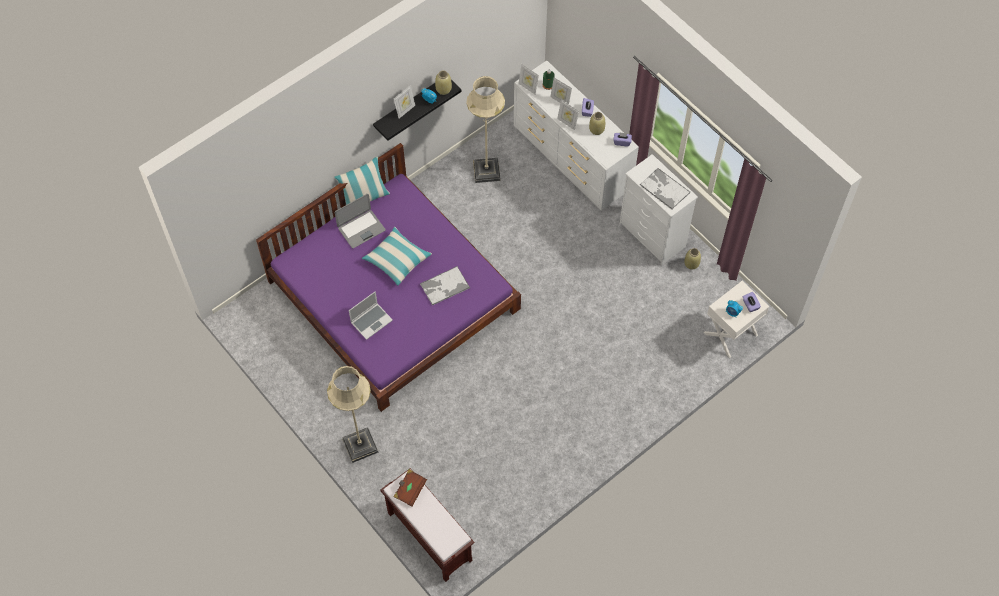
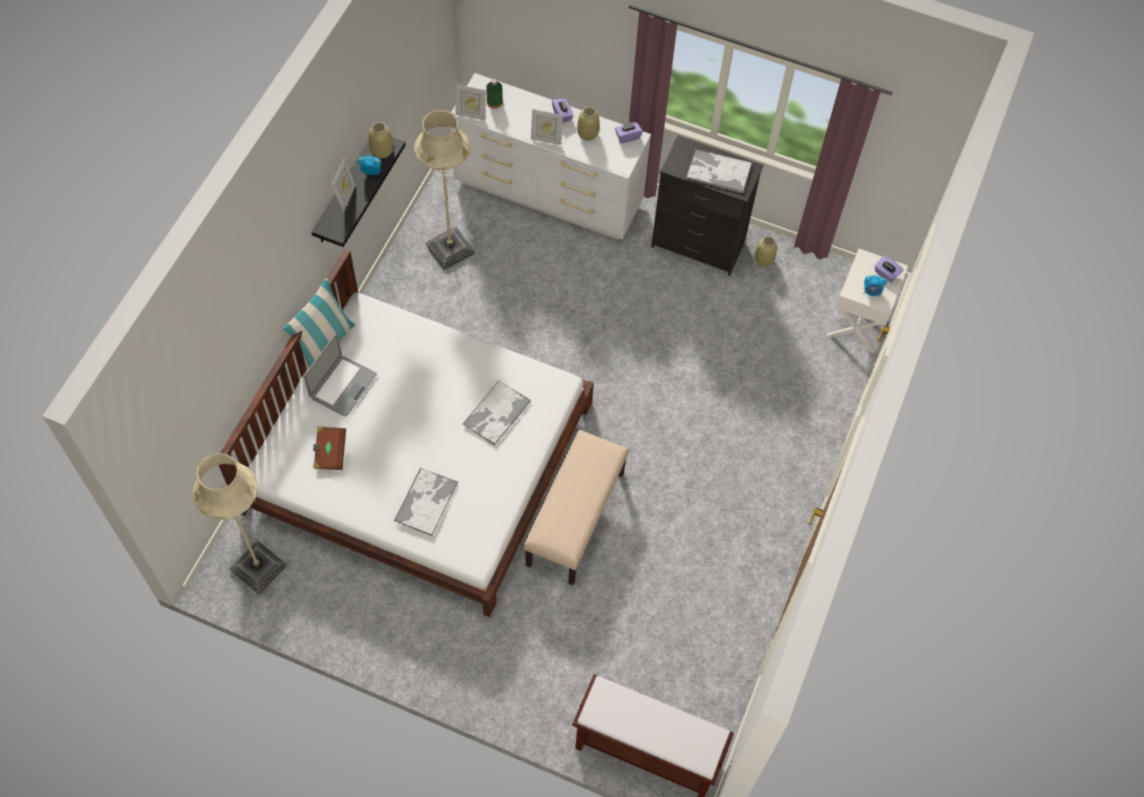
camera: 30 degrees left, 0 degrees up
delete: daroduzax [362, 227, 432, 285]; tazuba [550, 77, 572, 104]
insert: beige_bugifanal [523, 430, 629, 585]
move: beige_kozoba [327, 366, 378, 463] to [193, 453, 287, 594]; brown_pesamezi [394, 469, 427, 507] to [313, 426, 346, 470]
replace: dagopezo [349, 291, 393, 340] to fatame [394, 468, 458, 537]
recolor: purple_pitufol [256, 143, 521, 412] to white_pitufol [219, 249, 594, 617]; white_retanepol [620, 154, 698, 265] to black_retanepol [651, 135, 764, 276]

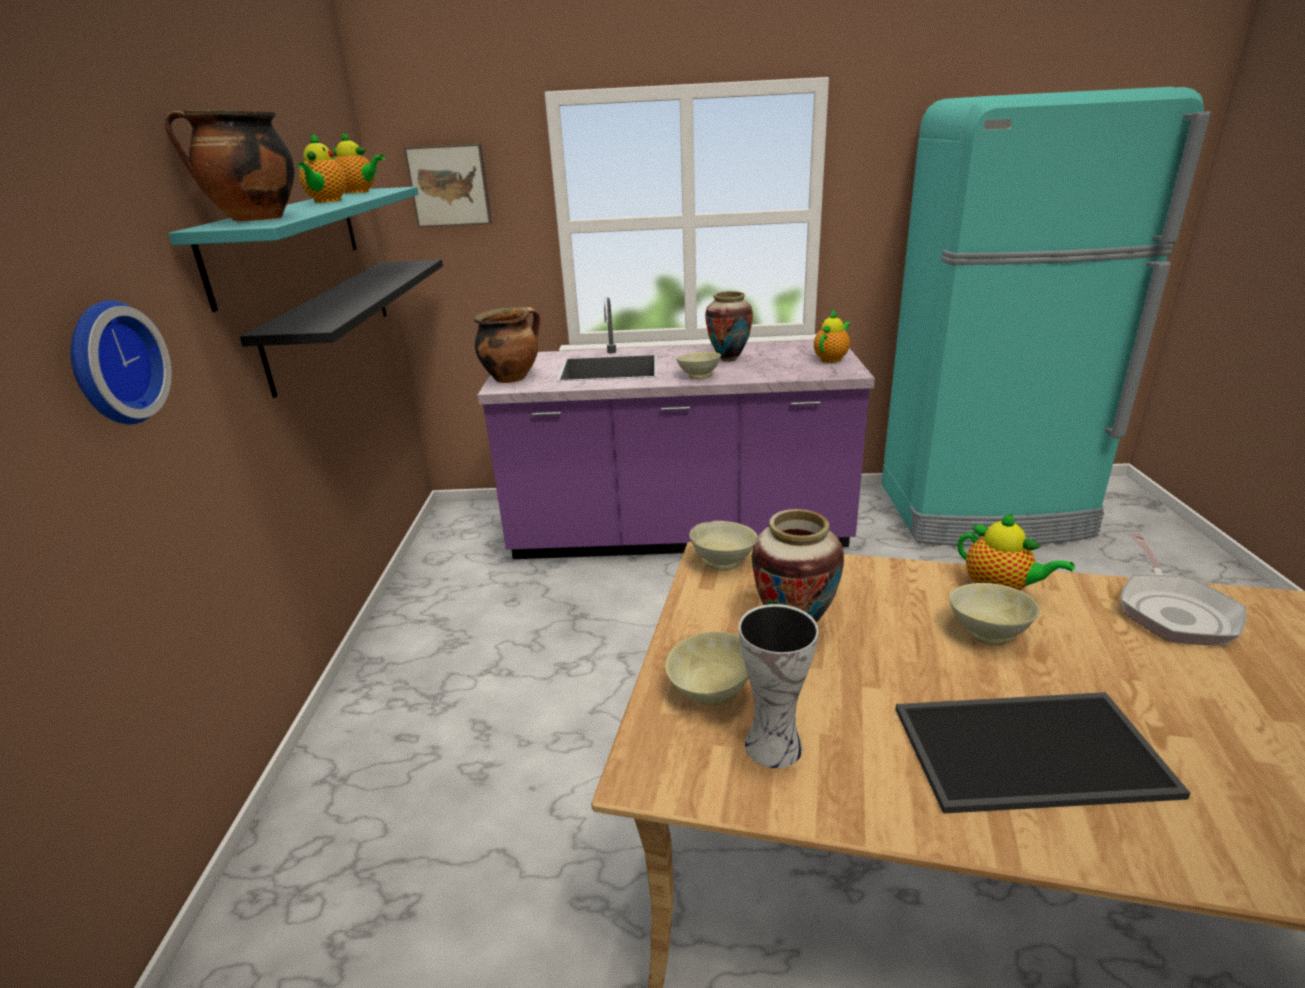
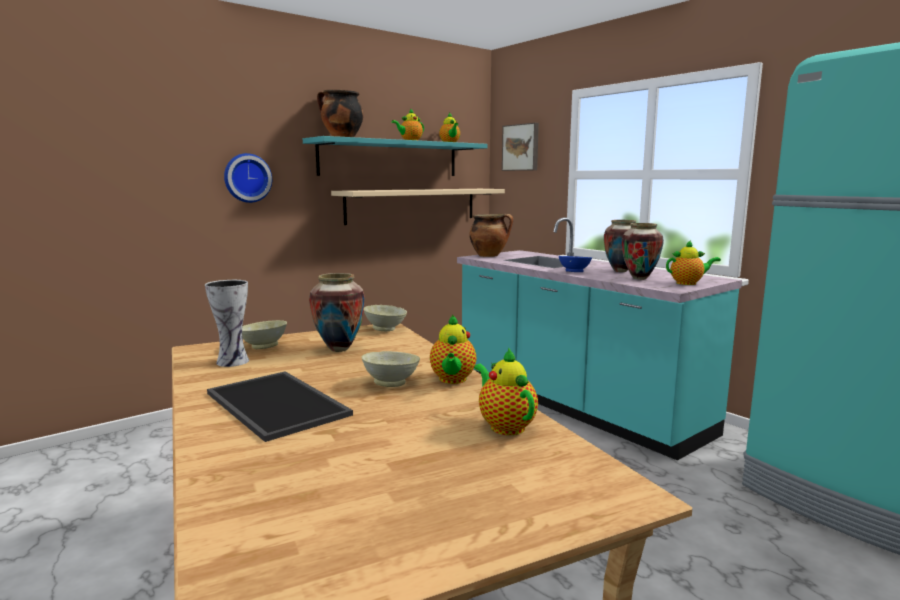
camera: 50 degrees right, 15 degrees down
insert: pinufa [622, 223, 664, 280]
replace: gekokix [1120, 533, 1247, 645] to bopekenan [474, 347, 538, 435]
recolor: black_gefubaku [240, 259, 443, 398] to beige_gefubaku [331, 189, 505, 225]; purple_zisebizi [478, 297, 875, 559] to turquoise_zisebizi [457, 217, 742, 461]; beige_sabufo [676, 352, 721, 379] to blue_sabufo [559, 256, 592, 272]

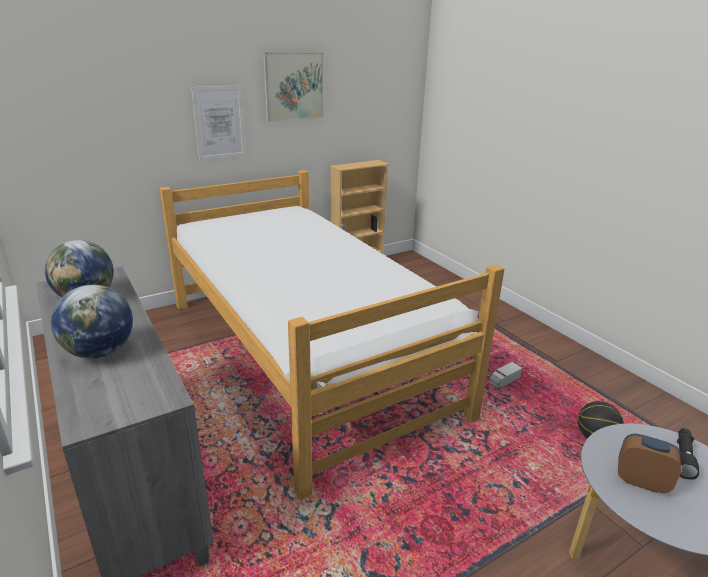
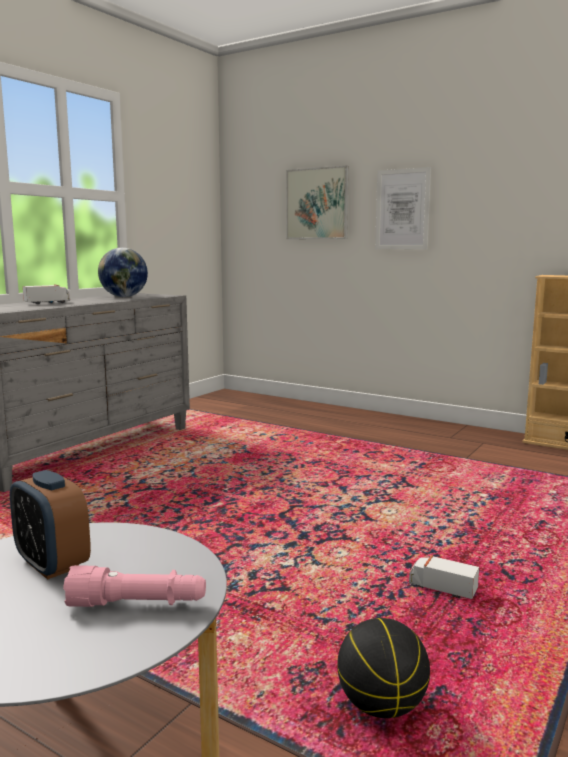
camera: 65 degrees right, 15 degrees down
delete: pitufol [159, 170, 504, 500]
move: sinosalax [263, 52, 324, 121] to [286, 166, 349, 239]
replace: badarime [51, 285, 133, 359] to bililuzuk [23, 285, 70, 304]
recolor: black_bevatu [677, 428, 699, 480] to pink_bevatu [63, 565, 206, 607]
rotate: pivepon [618, 433, 681, 493] = [10, 470, 91, 580] 135 degrees clockwise

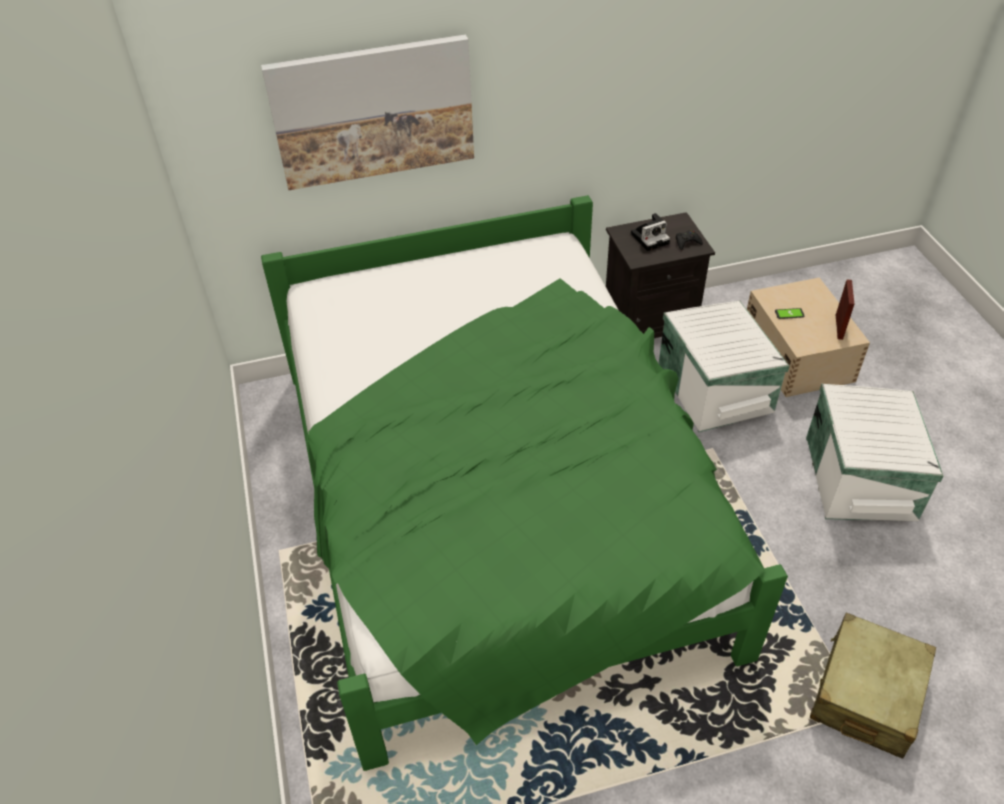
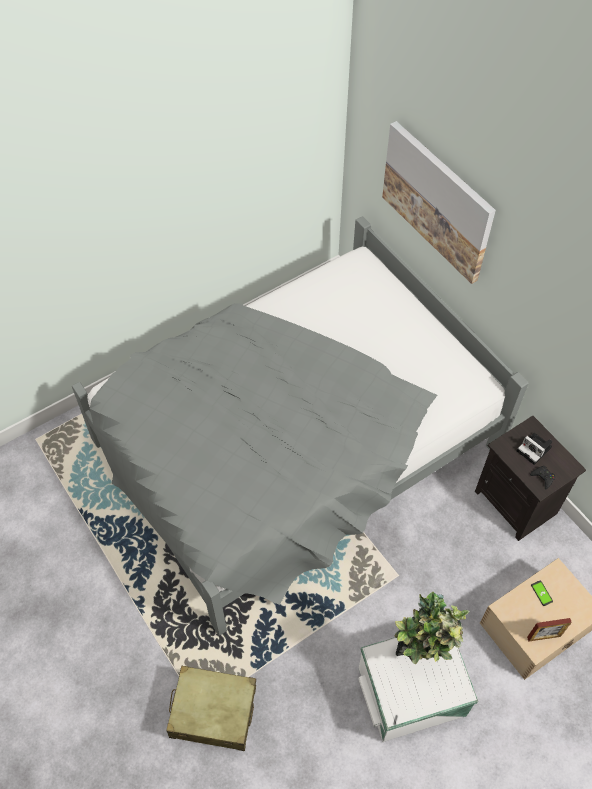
camera: 70 degrees right, 10 degrees up
delete: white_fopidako [658, 300, 789, 432]
insert: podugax [395, 592, 470, 664]
recolor: green_pitufol [261, 195, 788, 771] to grey_pitufol [72, 216, 529, 636]

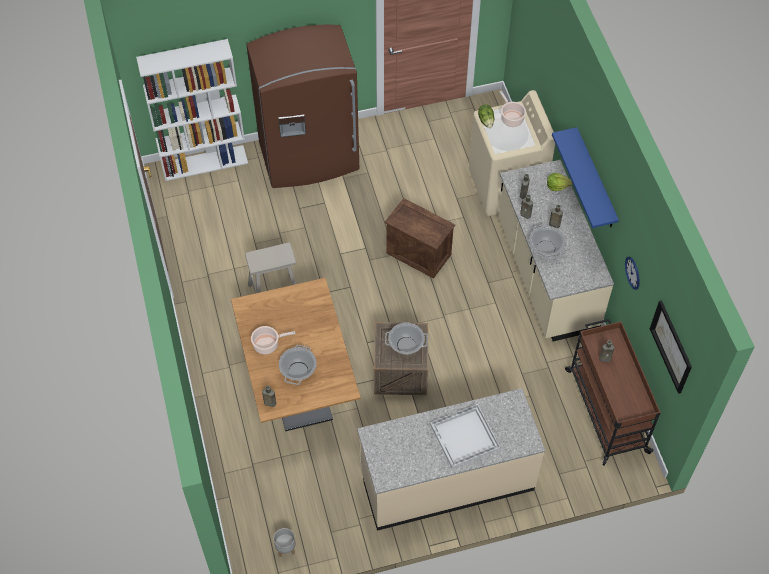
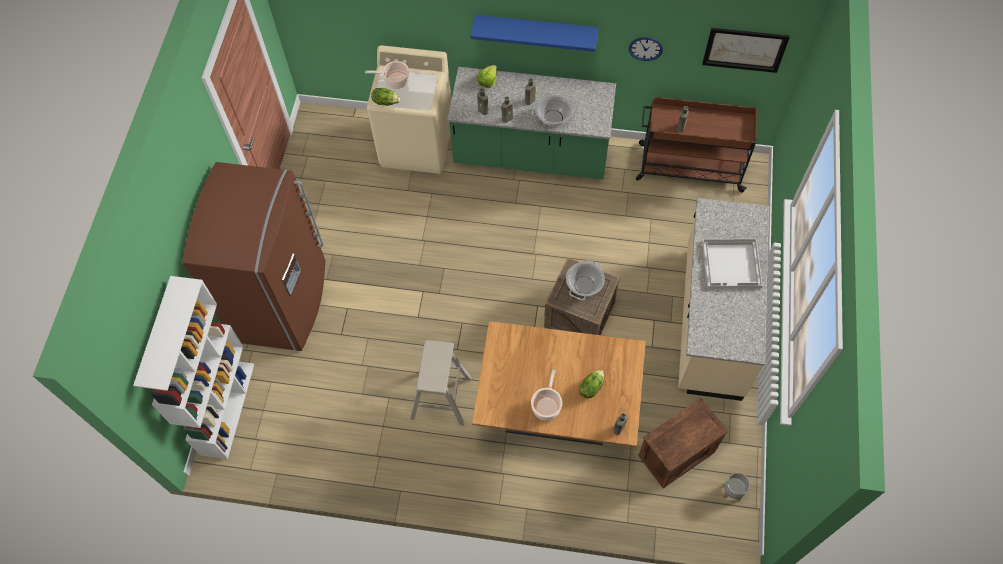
camera: 65 degrees left, 5 degrees up
move: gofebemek [385, 198, 455, 279] to [638, 398, 728, 488]
replace: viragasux [279, 345, 317, 385] to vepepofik [579, 370, 604, 398]
recolor: beige_zisebizi [498, 160, 614, 341] to green_zisebizi [447, 67, 616, 179]

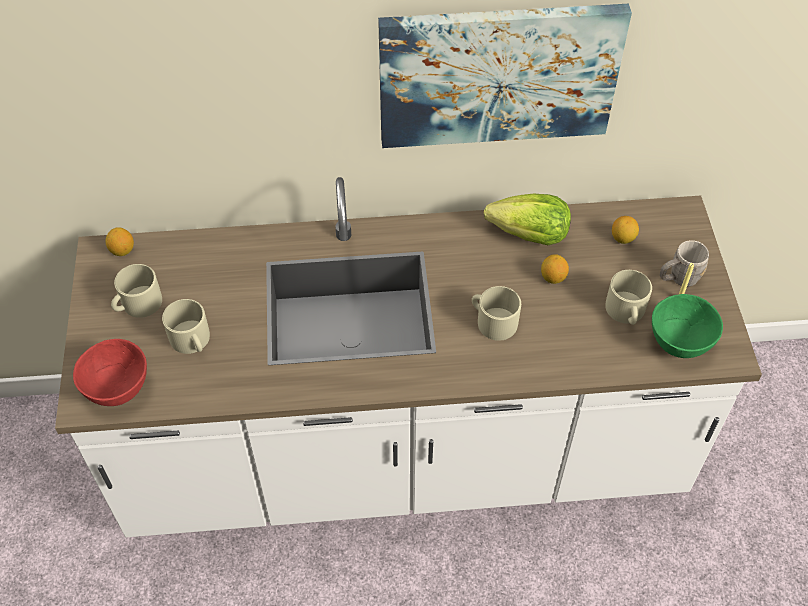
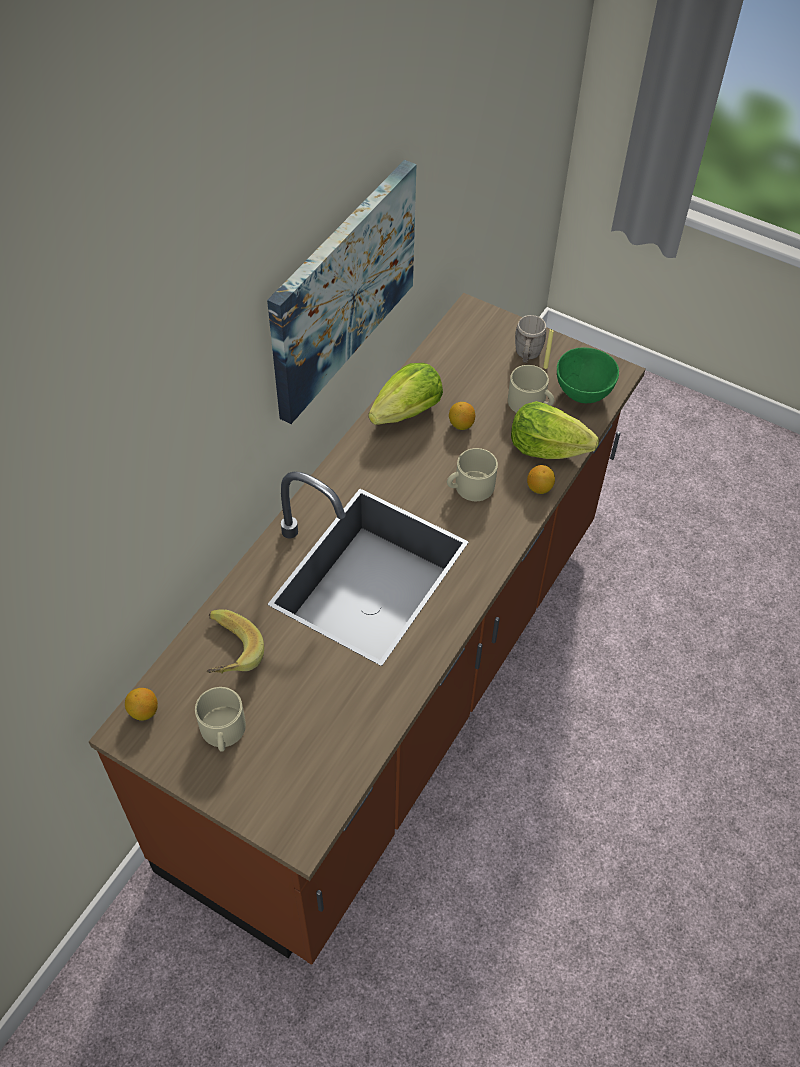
camera: 55 degrees left, 0 degrees up
delete: red_sabufo [73, 339, 147, 406]; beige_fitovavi [162, 299, 210, 354]
insert: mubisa [207, 609, 264, 674]; vepepofik [511, 401, 599, 459]
move: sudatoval [612, 216, 639, 244] to [527, 465, 555, 494]
recolor: white_zisebizi [55, 177, 762, 537] to brown_zisebizi [88, 293, 645, 965]

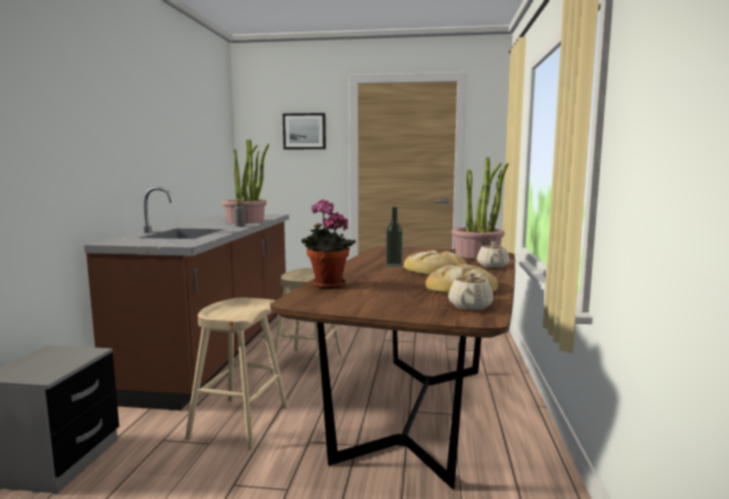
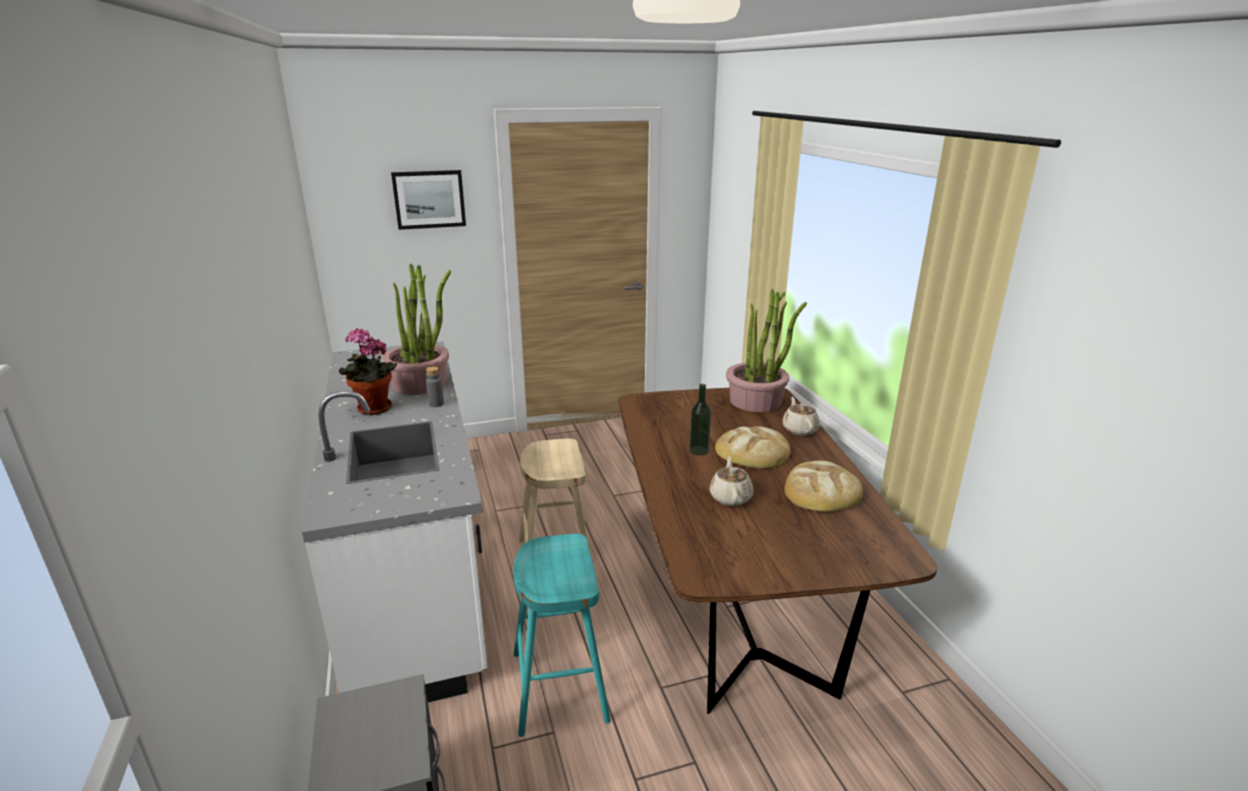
camera: 25 degrees left, 15 degrees up
move: podugax [302, 199, 356, 289] to [339, 328, 397, 415]; beige_bopekenan [448, 272, 493, 310] to [709, 457, 753, 506]
recolor: brown_zisebizi [84, 187, 289, 411] to white_zisebizi [302, 341, 488, 702]; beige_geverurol [185, 298, 288, 449] to turquoise_geverurol [513, 534, 611, 737]

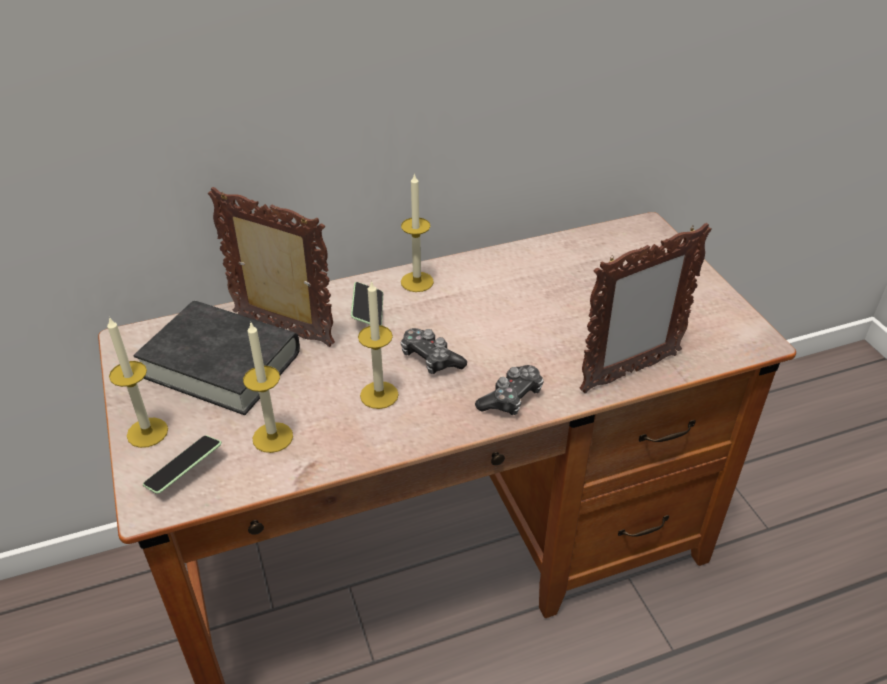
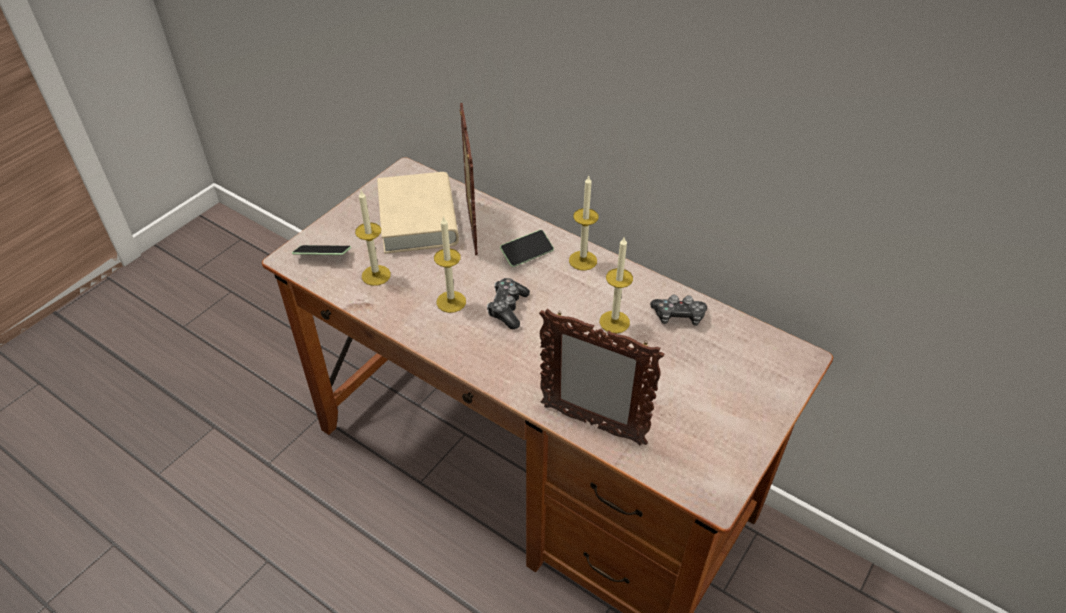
camera: 55 degrees right, 5 degrees up
move: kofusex [107, 317, 168, 448] to [600, 237, 633, 333]; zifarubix [475, 365, 544, 415] to [650, 295, 707, 326]
recolor: black_pesamezi [134, 301, 300, 415] to beige_pesamezi [377, 172, 459, 254]

